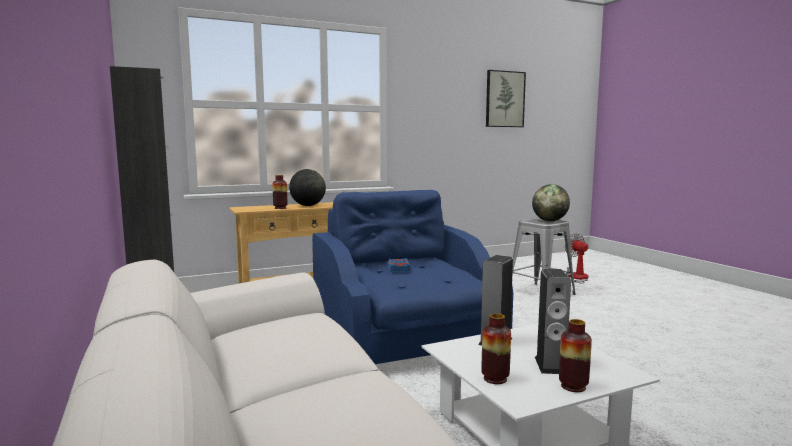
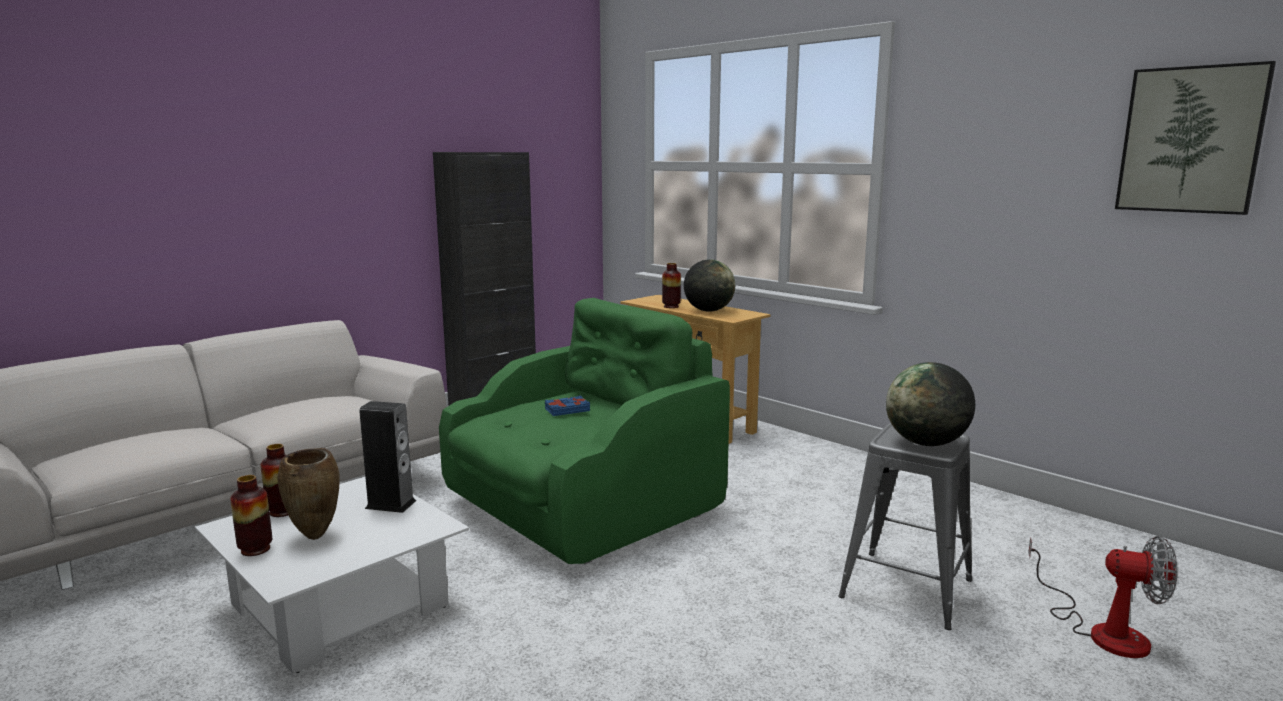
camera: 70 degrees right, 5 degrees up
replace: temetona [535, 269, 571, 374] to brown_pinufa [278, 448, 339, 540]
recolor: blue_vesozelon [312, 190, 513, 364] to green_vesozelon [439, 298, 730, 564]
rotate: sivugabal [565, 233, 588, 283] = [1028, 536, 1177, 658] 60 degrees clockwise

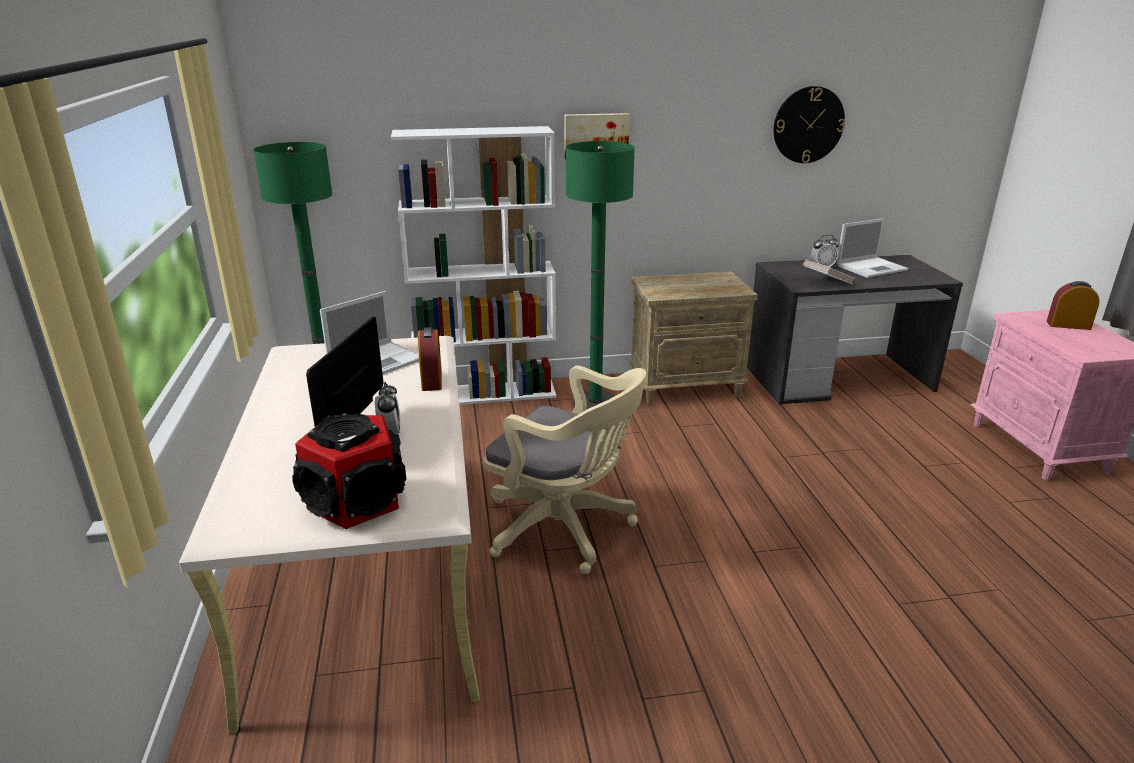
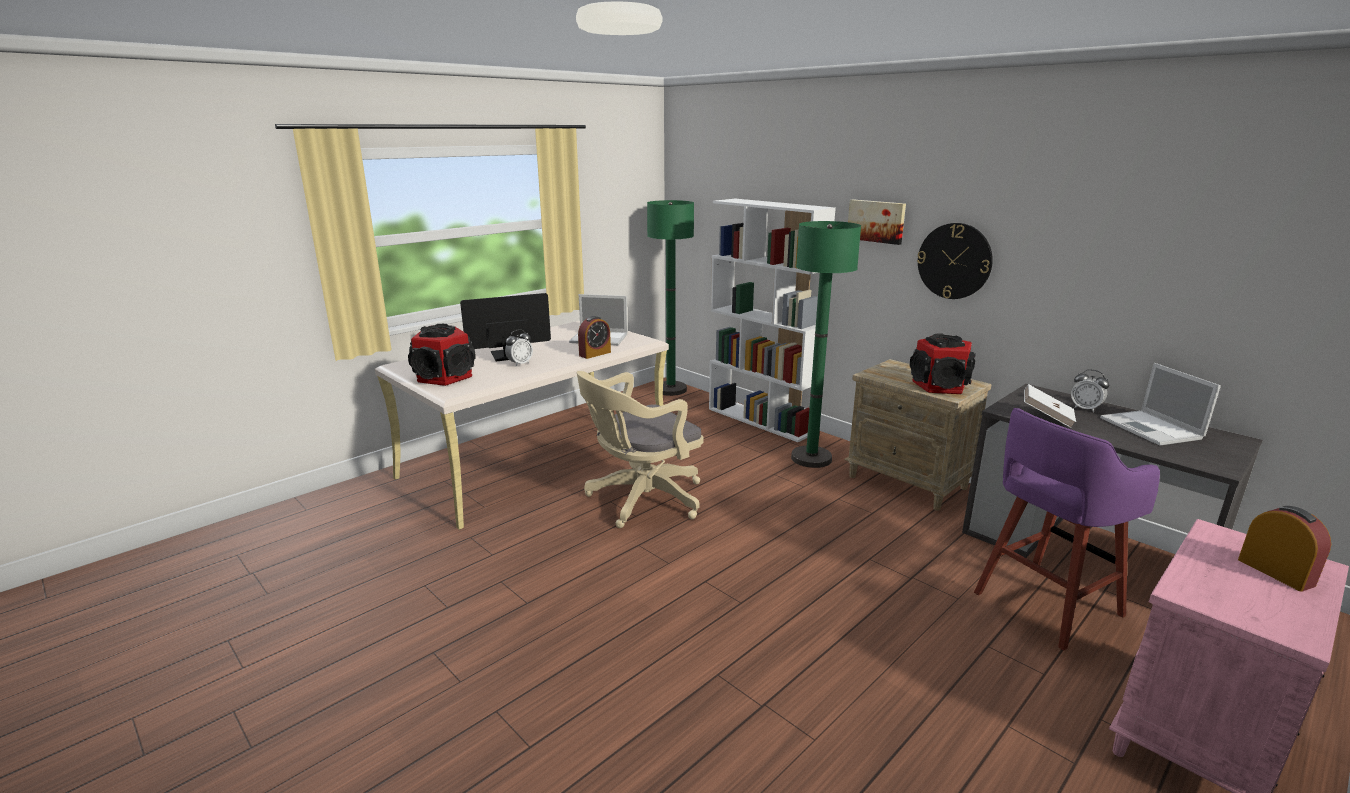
camera: 55 degrees right, 5 degrees down
insert: temetona [910, 333, 976, 394]; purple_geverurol [974, 408, 1160, 651]
move: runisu [774, 86, 845, 163] to [917, 223, 993, 299]
rotate: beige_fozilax [483, 366, 646, 574] = [577, 371, 703, 528] 60 degrees clockwise; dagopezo [837, 218, 908, 278] = [1100, 363, 1221, 446] 45 degrees clockwise

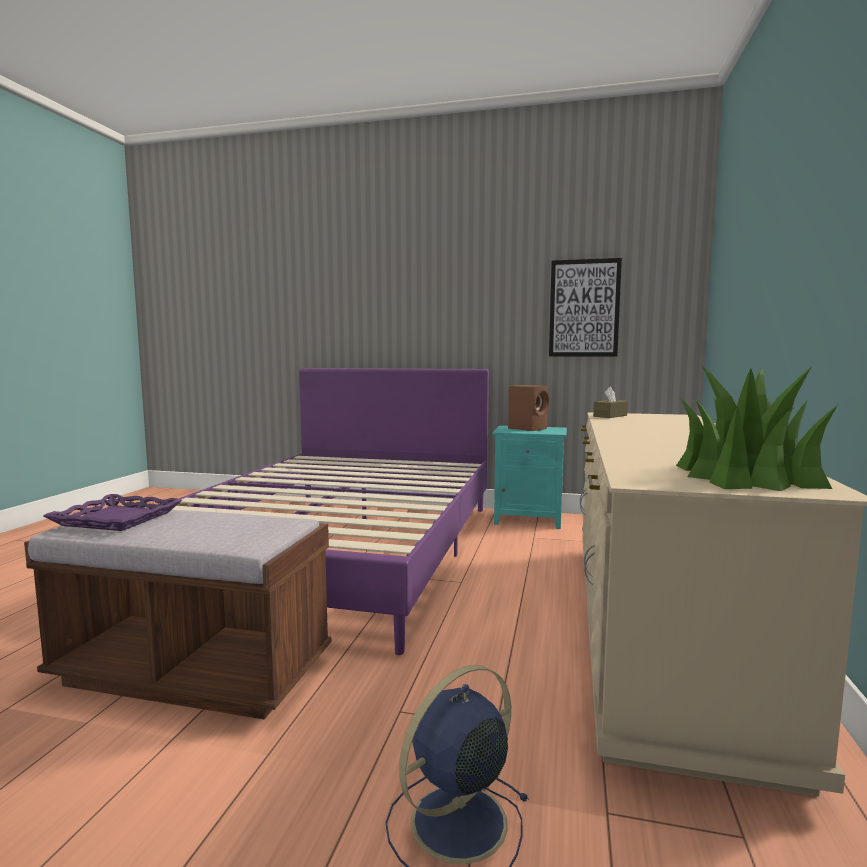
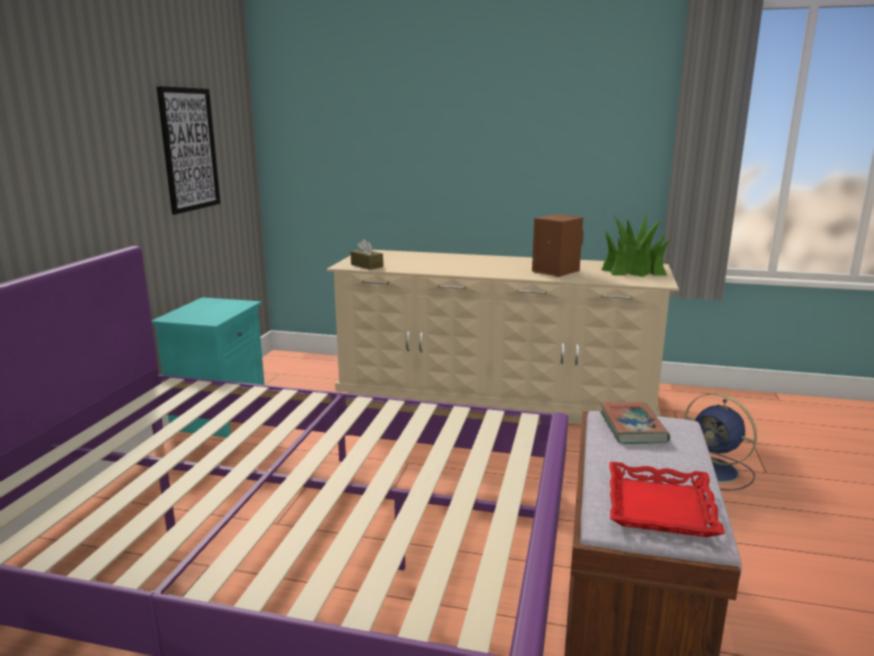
camera: 90 degrees left, 10 degrees up
insert: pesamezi [600, 402, 670, 444]
move: brown_temetona [508, 385, 550, 431] to [532, 214, 584, 277]
recolor: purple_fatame [43, 494, 182, 531] to red_fatame [610, 462, 725, 537]

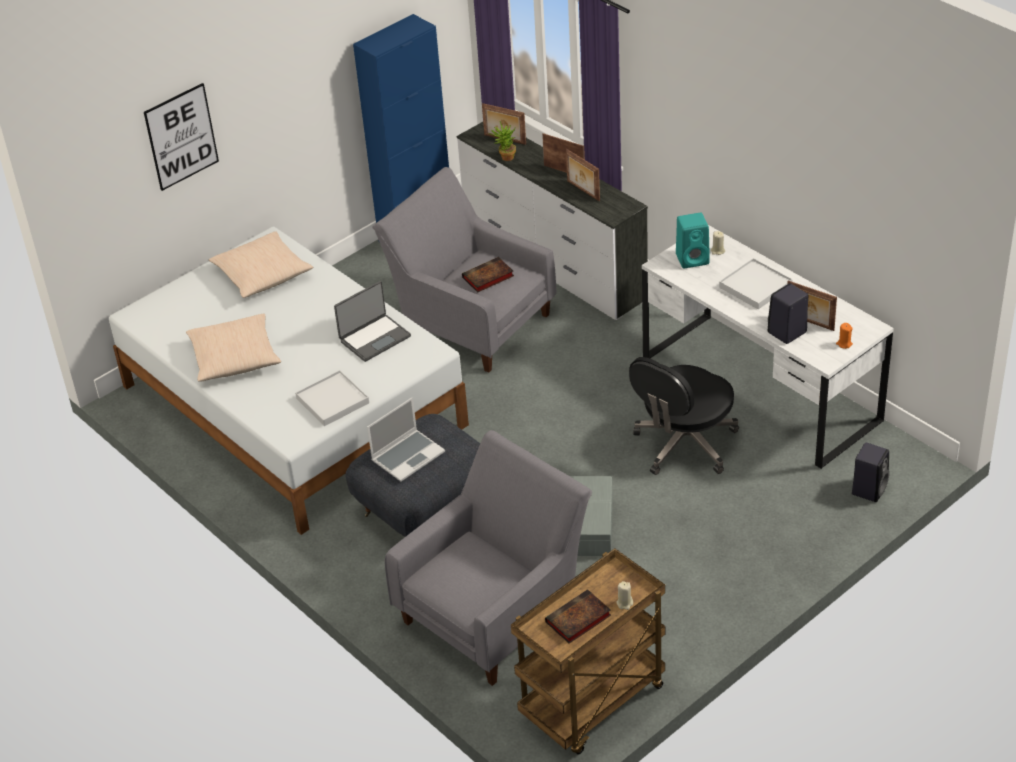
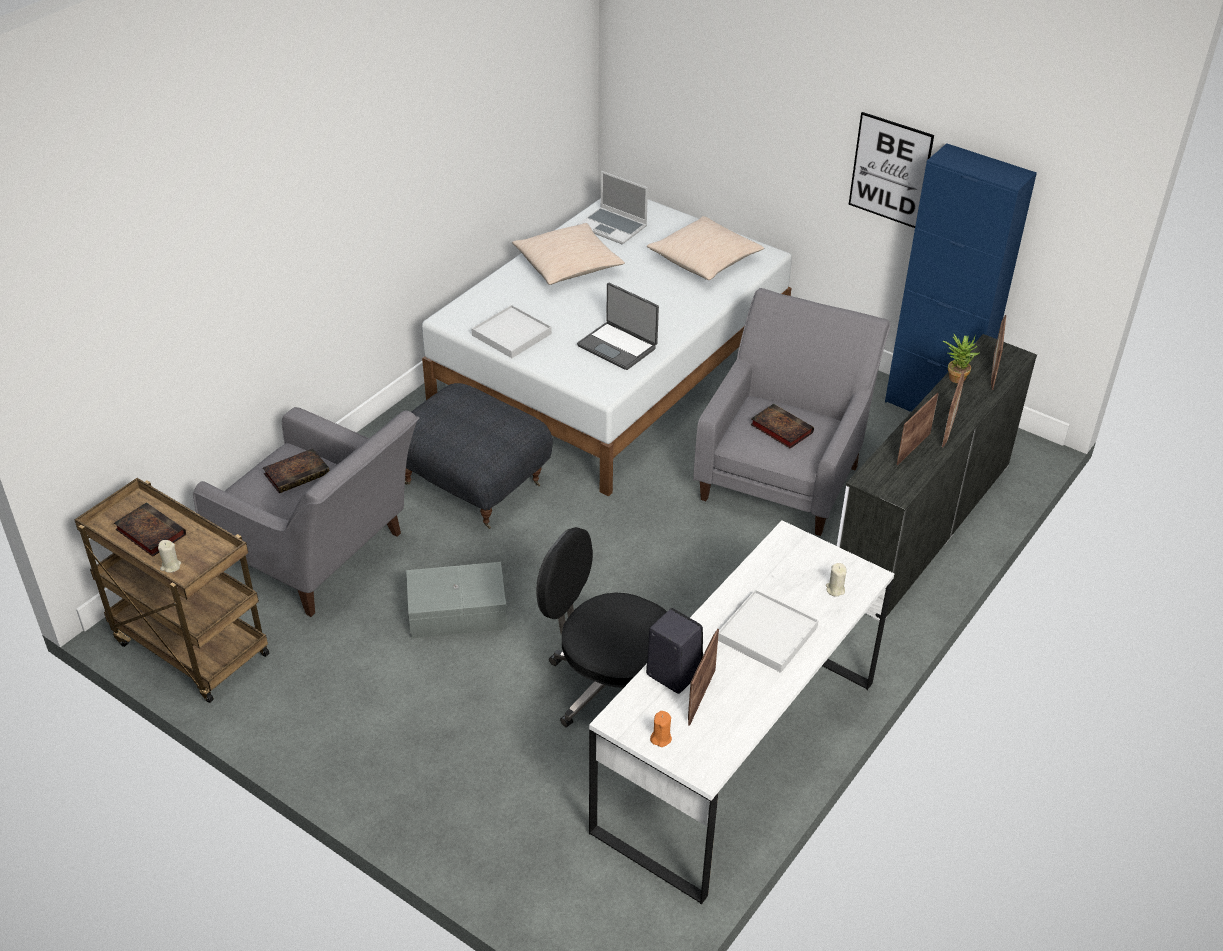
camera: 75 degrees right, 0 degrees up
delete: turquoise_temetona [676, 213, 710, 268]; black_temetona [852, 443, 889, 502]
insert: pesamezi [263, 448, 330, 493]
move: dagopezo [367, 397, 445, 481] to [577, 171, 648, 244]; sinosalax [144, 83, 219, 191] to [849, 112, 934, 228]

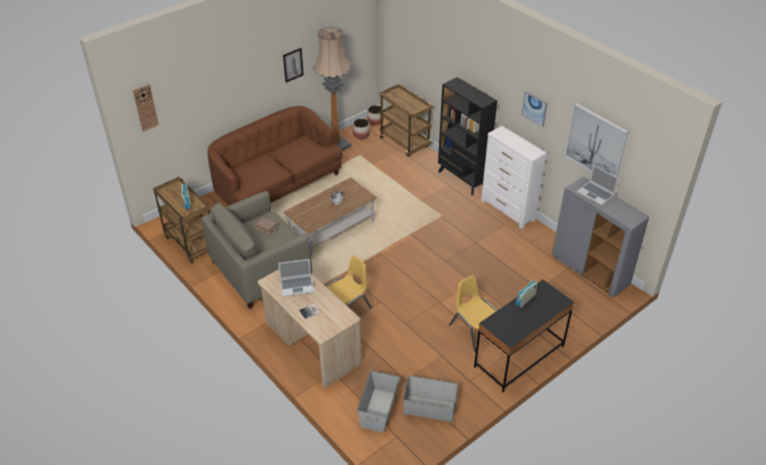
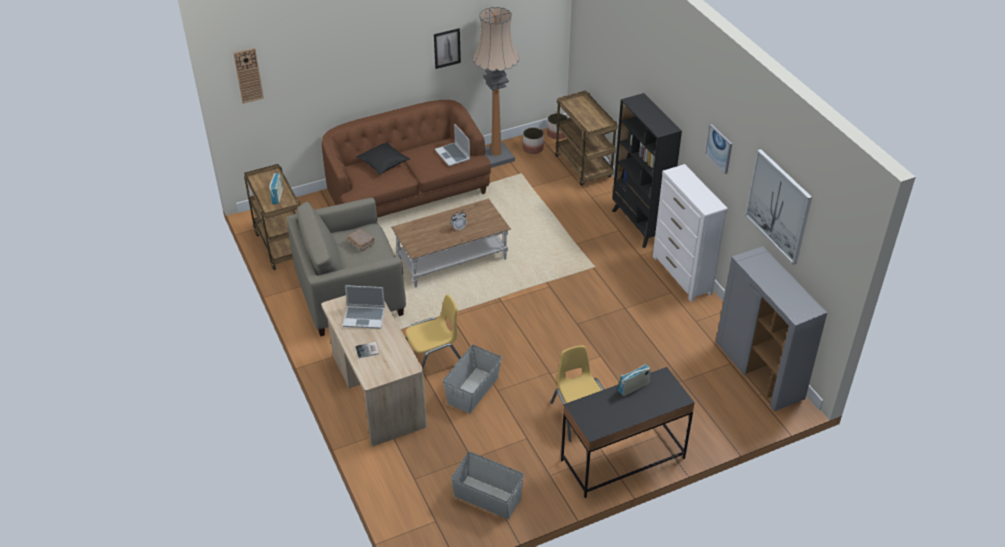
camera: 15 degrees right, 0 degrees up
insert: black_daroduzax [357, 143, 410, 174]
move: dagopezo [577, 165, 618, 206] to [435, 123, 470, 166]; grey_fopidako [357, 371, 400, 432] to [443, 345, 502, 414]

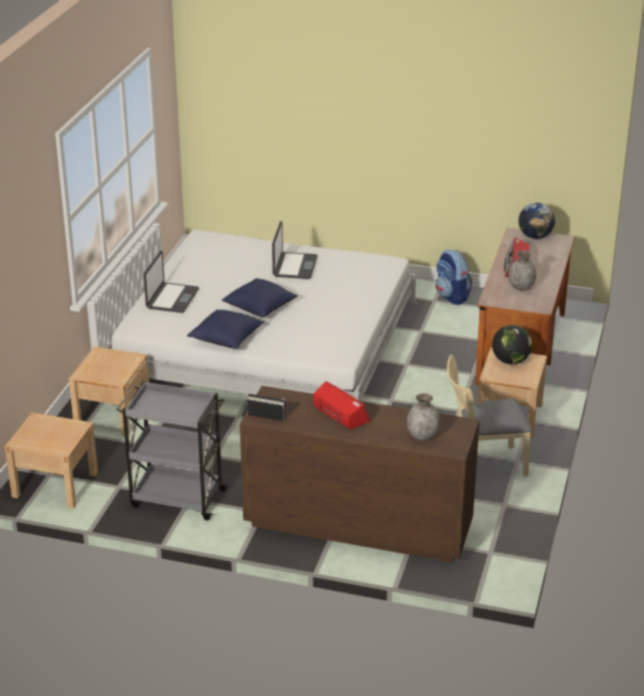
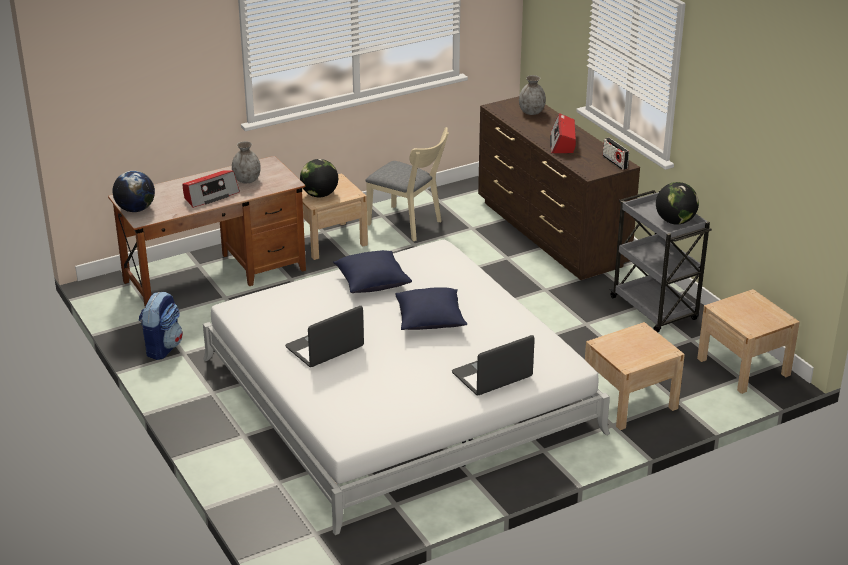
camera: 135 degrees left, 0 degrees up
insert: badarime [656, 182, 699, 225]
move: blue_daroduzax [187, 310, 264, 349] to [333, 250, 412, 293]

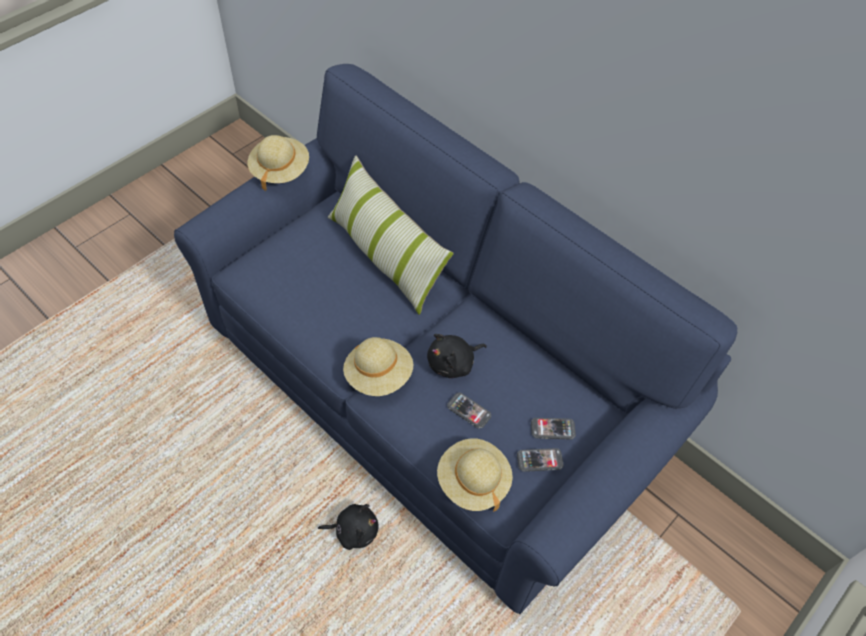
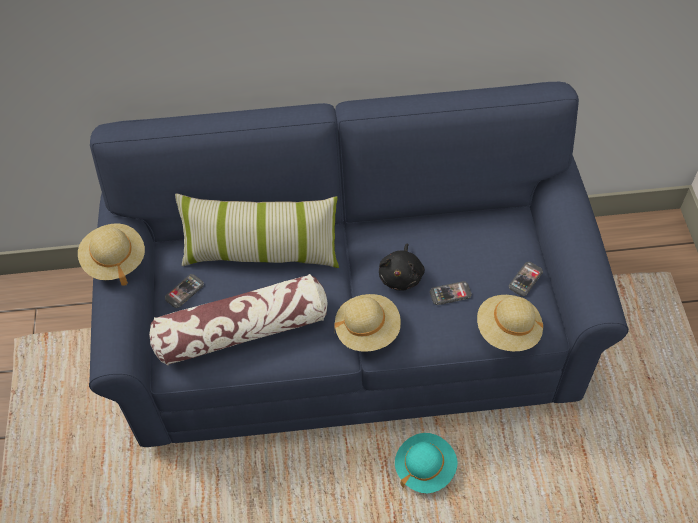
camera: 45 degrees left, 0 degrees up
insert: daroduzax [149, 274, 328, 366]
move: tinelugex [531, 418, 576, 439] to [165, 274, 204, 308]
replace: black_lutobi [318, 504, 379, 550] to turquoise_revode [395, 433, 458, 493]

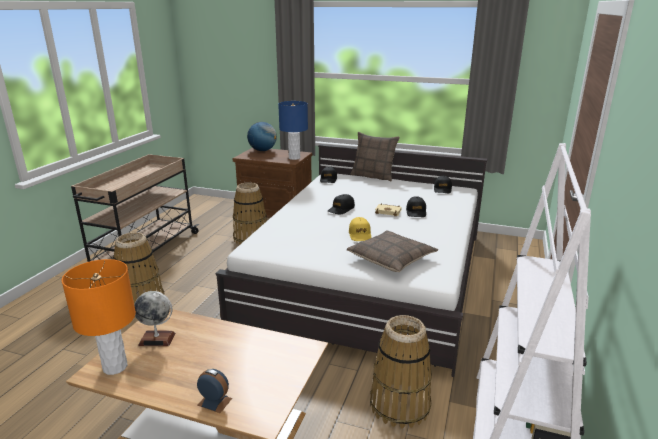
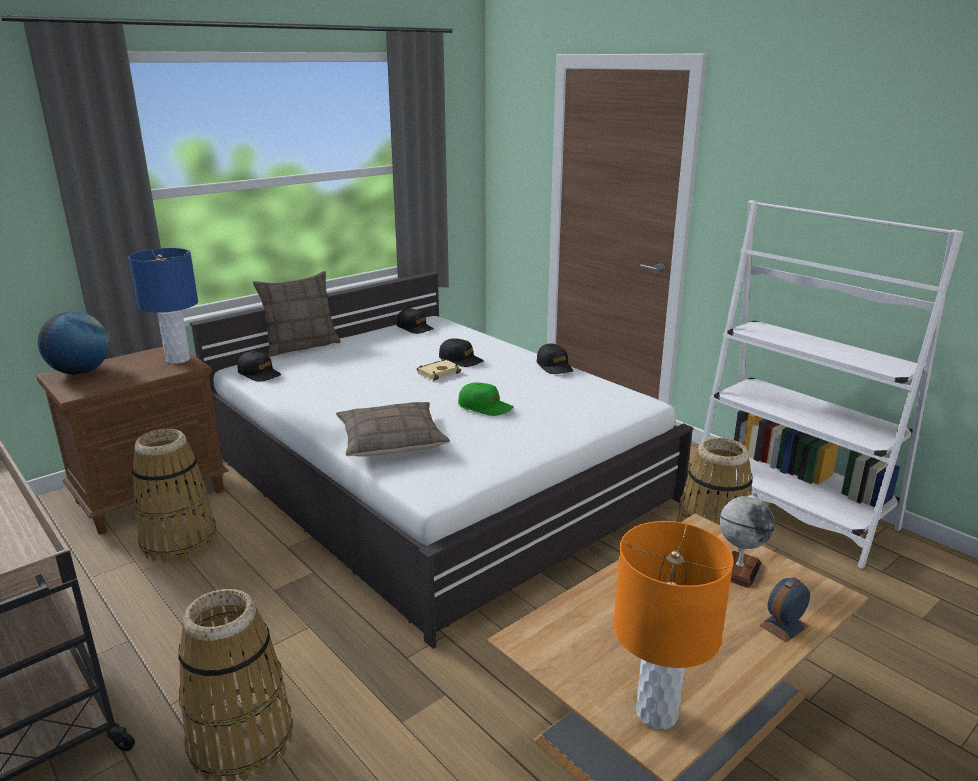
camera: 60 degrees left, 0 degrees up
move: daroduzax [347, 230, 438, 272] to [336, 402, 450, 457]; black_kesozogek [328, 194, 355, 214] to [537, 344, 573, 374]; badarime [134, 291, 176, 346] to [720, 492, 775, 588]
recolor: yellow_kesozogek [349, 217, 371, 241] to green_kesozogek [458, 382, 514, 416]

